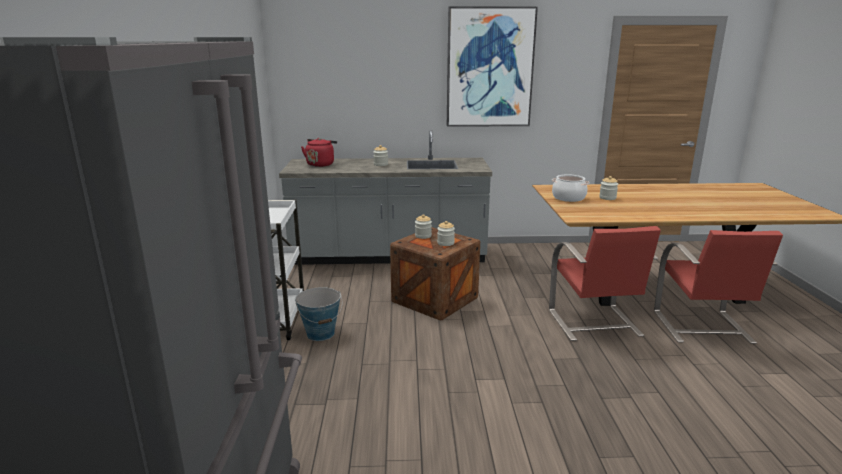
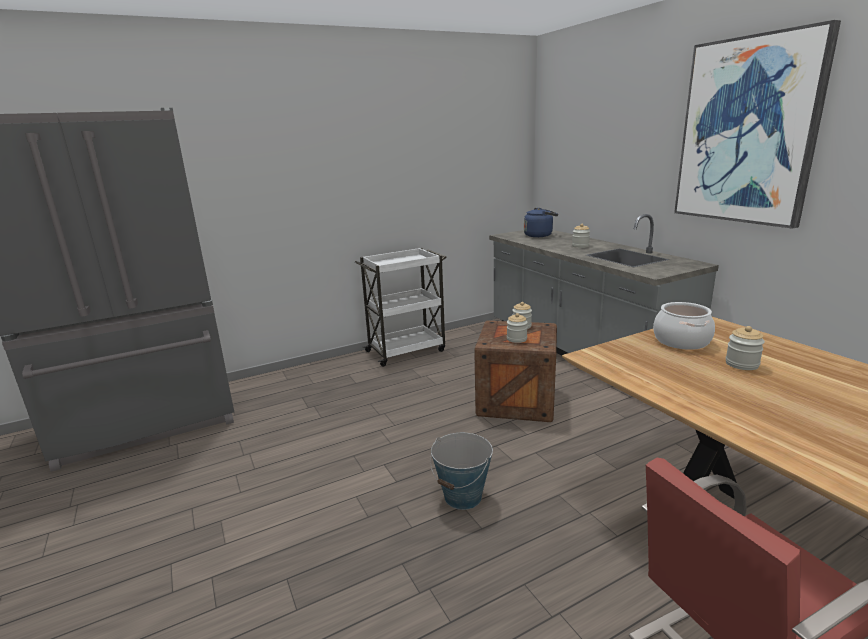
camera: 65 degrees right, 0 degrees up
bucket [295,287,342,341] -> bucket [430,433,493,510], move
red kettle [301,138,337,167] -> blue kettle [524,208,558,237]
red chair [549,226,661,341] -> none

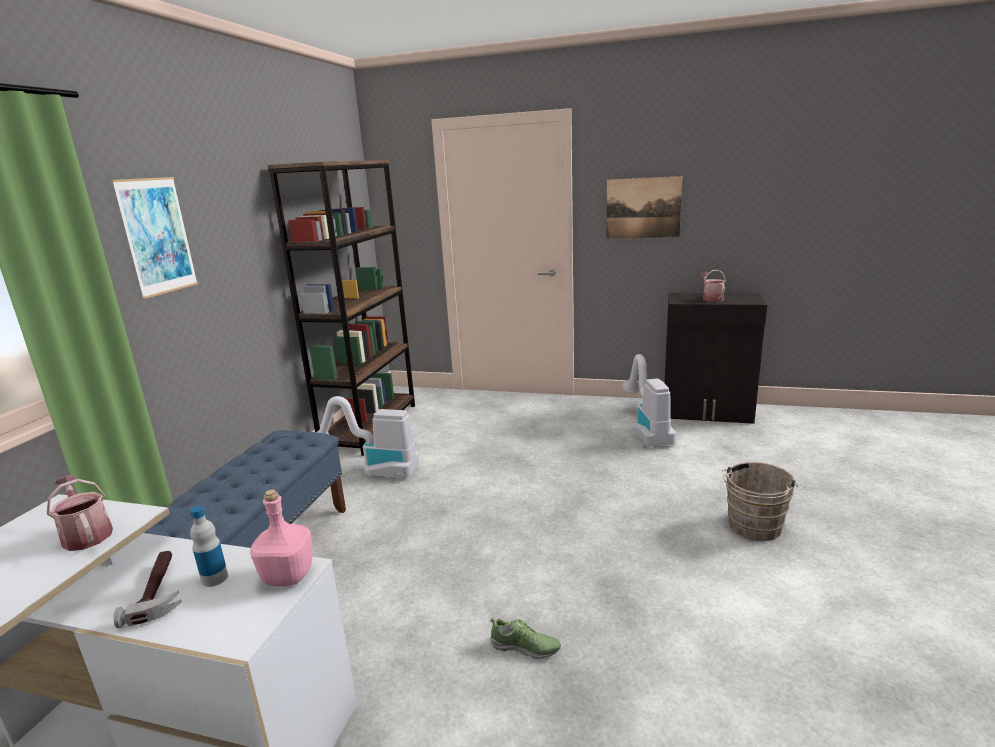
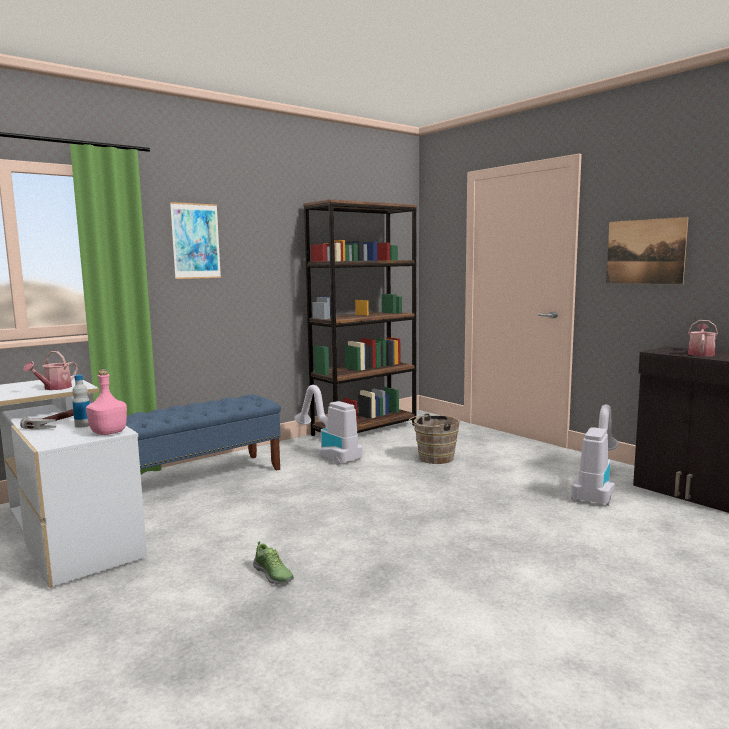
camera: 35 degrees right, 10 degrees down
watering can [47,475,113,551] -> watering can [23,351,78,390], 150 degrees counterclockwise
brown bucket [722,462,798,541] -> brown bucket [409,413,460,464], move

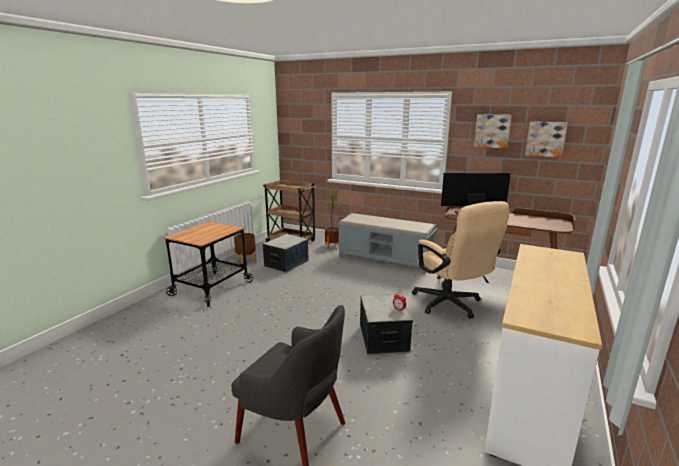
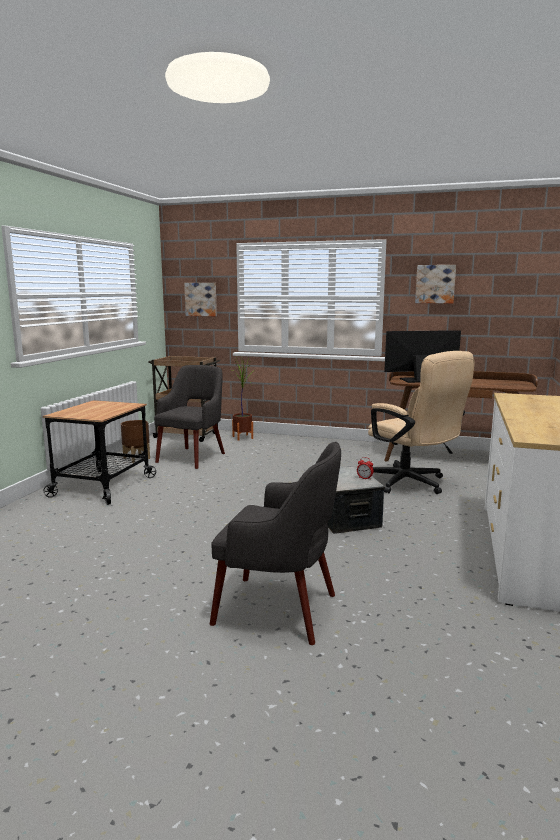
camera: 10 degrees left, 5 degrees down
storage box [262,234,309,273] -> grey armchair [154,365,225,469]
picture [525,122,568,158] -> picture [184,283,217,316], move
grey bench [338,213,437,274] -> none

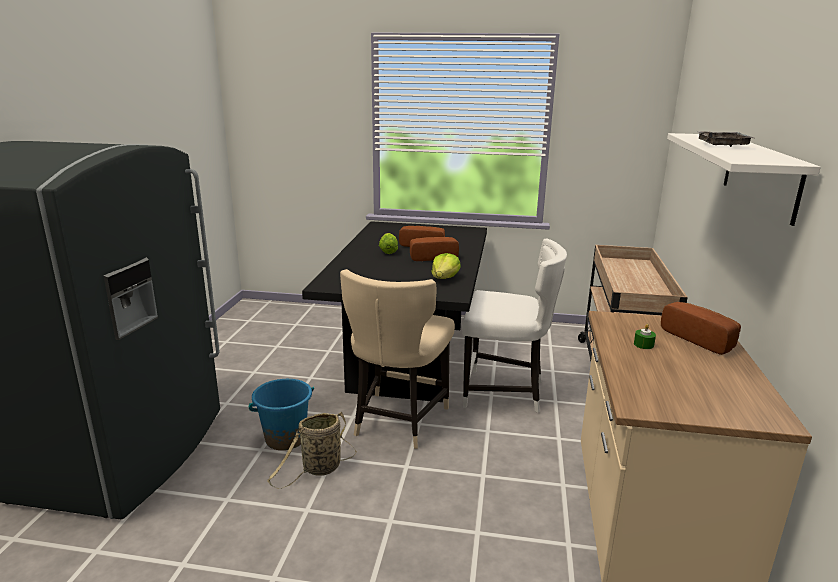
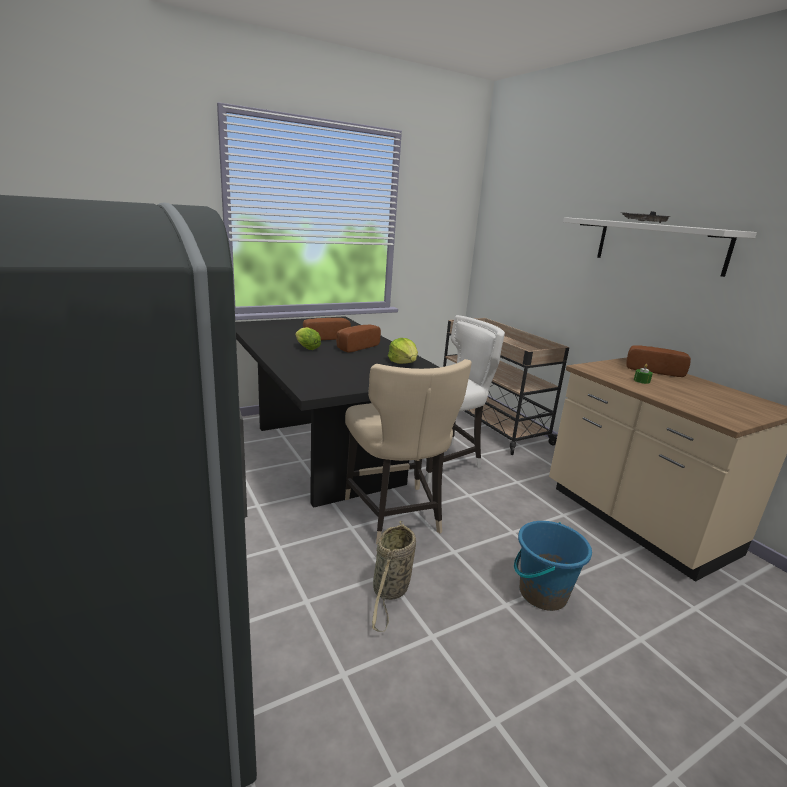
camera: 40 degrees left, 0 degrees up
blue bucket [249,379,314,450] -> blue bucket [514,521,592,611], move

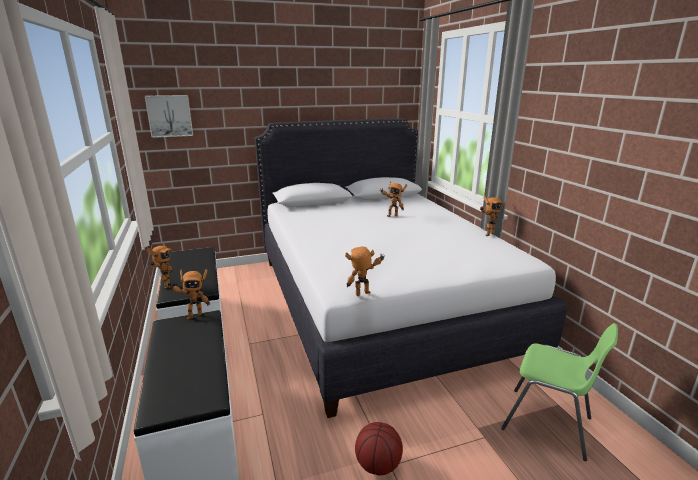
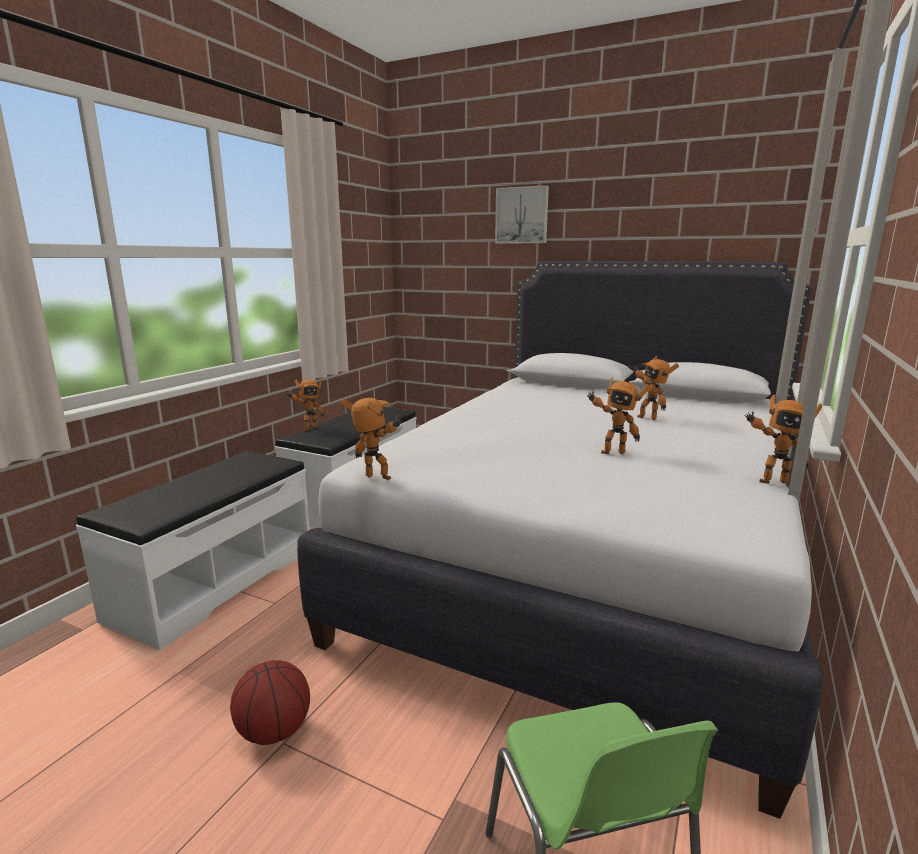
camera: 45 degrees right, 5 degrees down
picture [145,95,193,138] -> picture [495,185,549,244], move
toy robot [168,269,210,320] -> toy robot [587,377,650,454], move

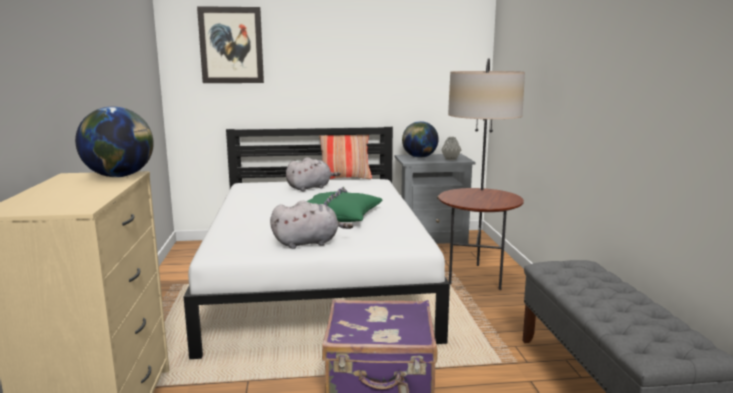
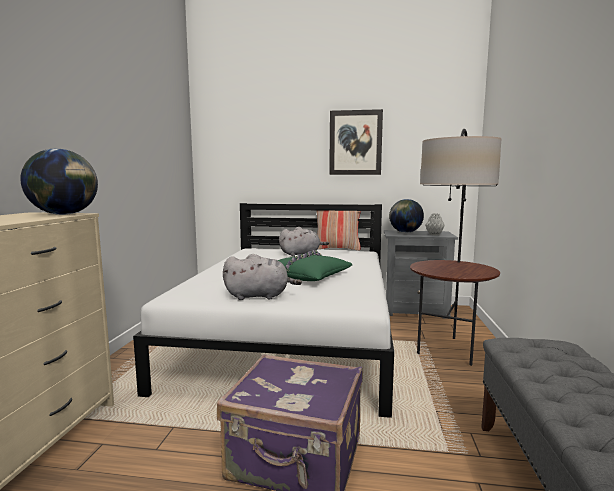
camera: 15 degrees right, 5 degrees down
picture [197,6,264,83] -> picture [329,109,383,175], move

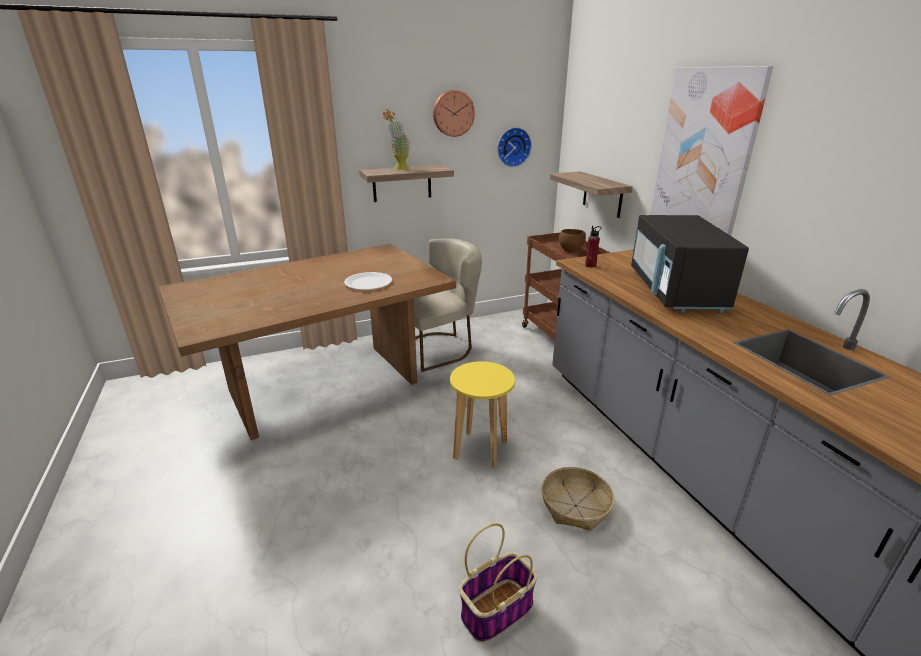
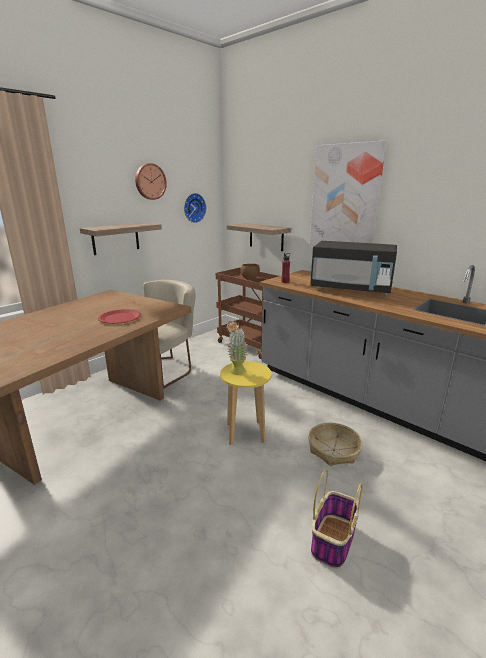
camera: 25 degrees left, 5 degrees down
white plate [344,272,392,290] -> red plate [98,309,141,324]
potted plant [383,110,410,170] -> potted plant [226,320,248,375], move
black microwave [631,215,749,313] -> black microwave [310,241,397,295], 45 degrees counterclockwise

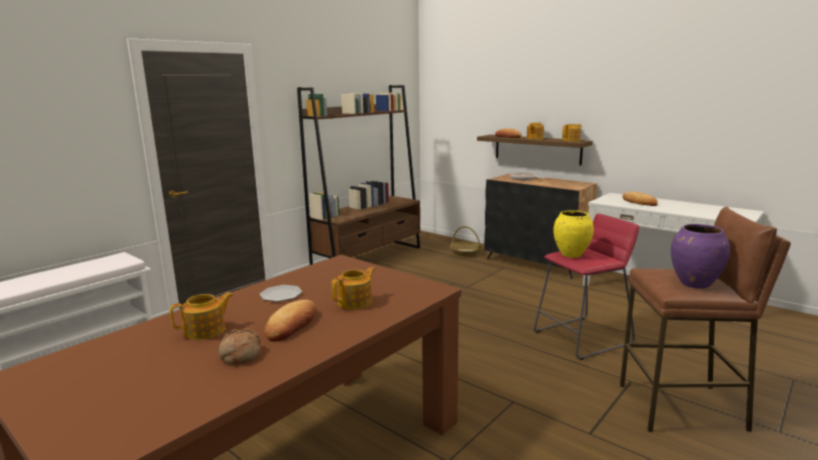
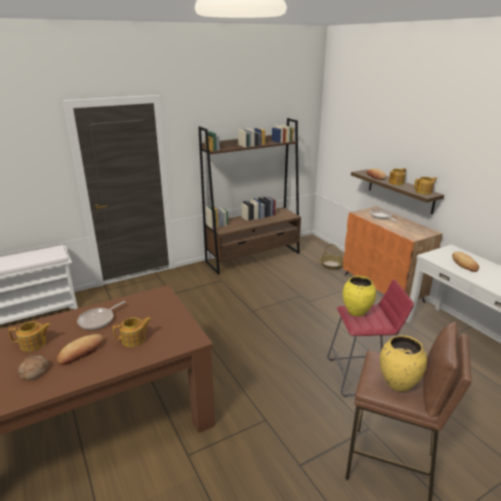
camera: 20 degrees right, 10 degrees up
plate [260,285,302,302] -> frying pan [77,301,125,330]
black cabinet [484,174,597,279] -> orange cabinet [343,206,442,303]
purple vase [671,224,730,289] -> yellow vase [380,335,427,392]

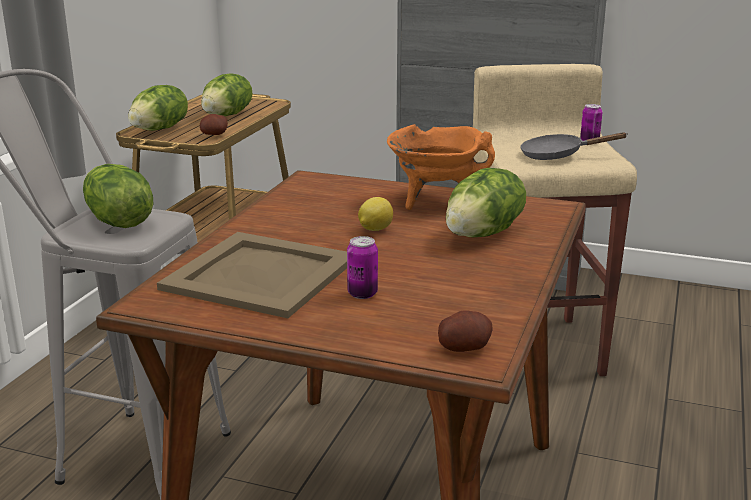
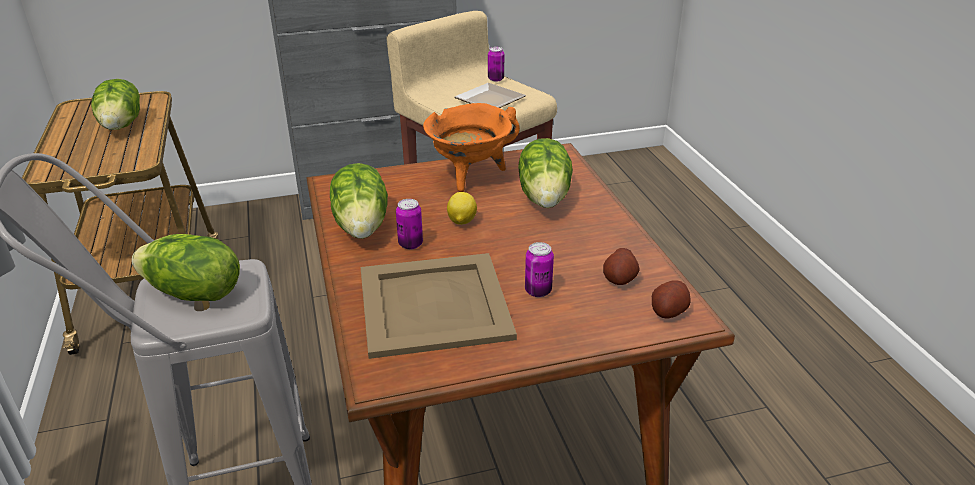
camera: 35 degrees left, 10 degrees up
lettuce [128,85,188,131] -> lettuce [330,163,388,239], move
none -> can [396,199,423,249]
grey frying pan [521,132,628,160] -> plate [455,83,526,108]
potato [200,114,228,135] -> potato [603,248,640,285], move

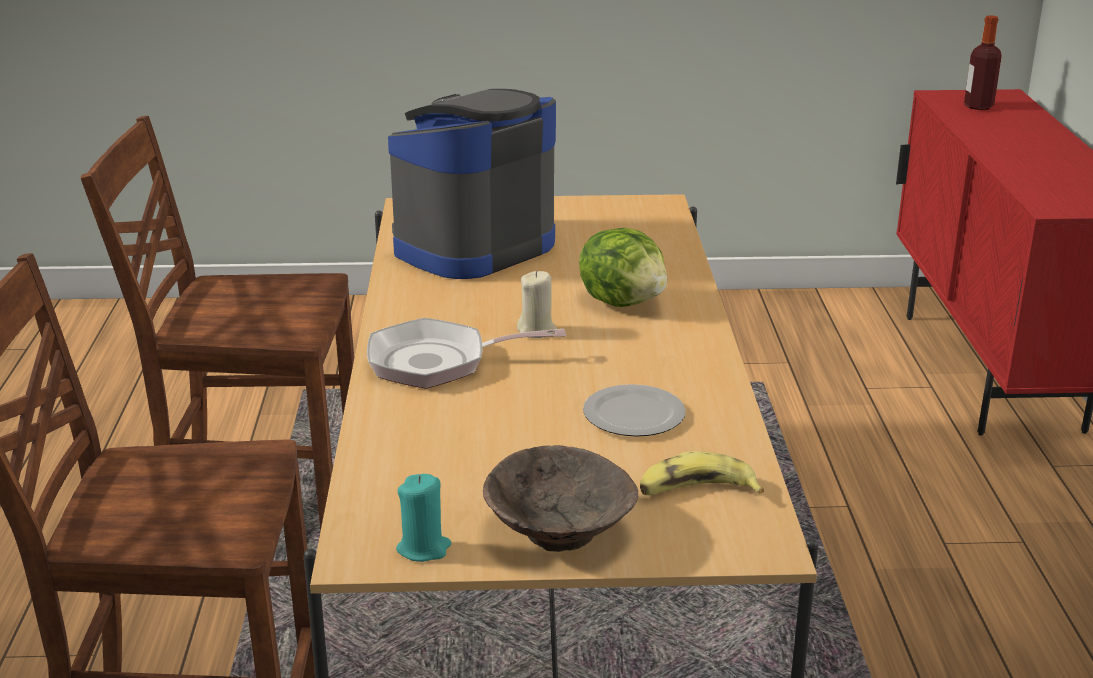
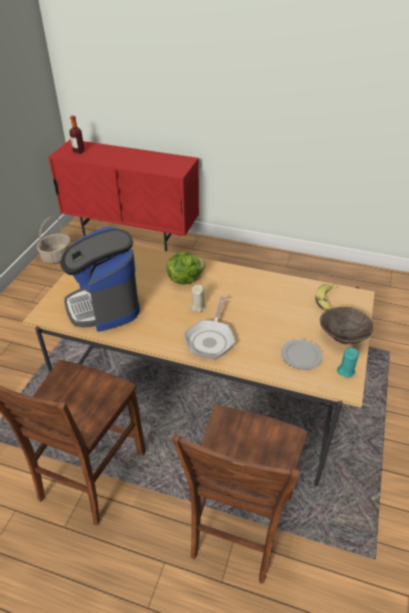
camera: 70 degrees left, 15 degrees up
none -> basket [37,216,71,264]
plate [583,384,686,437] -> plate [281,339,323,370], move

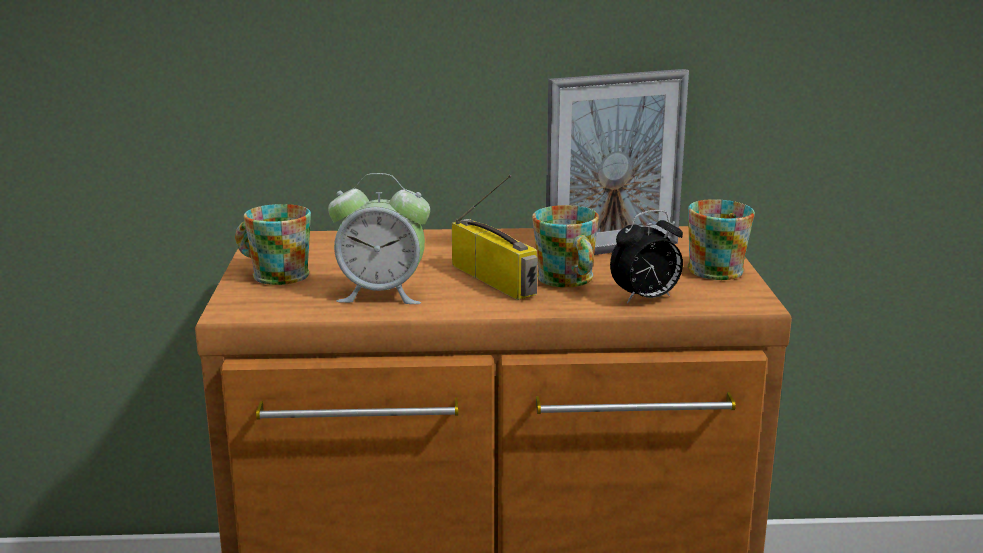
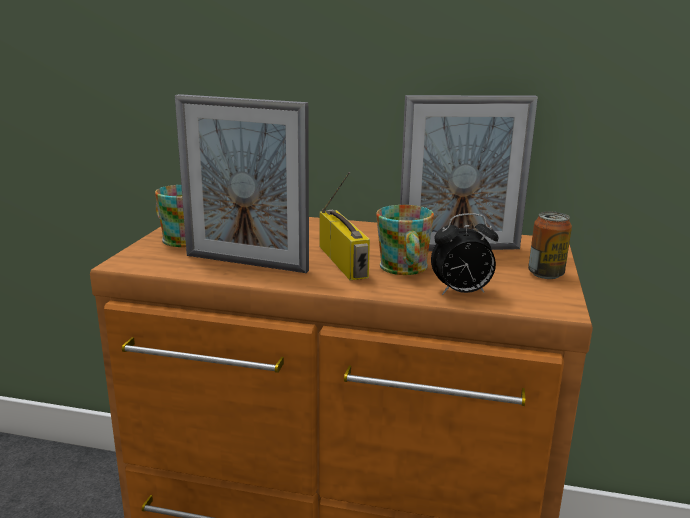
camera: 15 degrees right, 0 degrees up
alarm clock [328,173,430,304] -> picture frame [175,94,309,273]
mug [688,199,755,280] -> can [528,211,572,279]

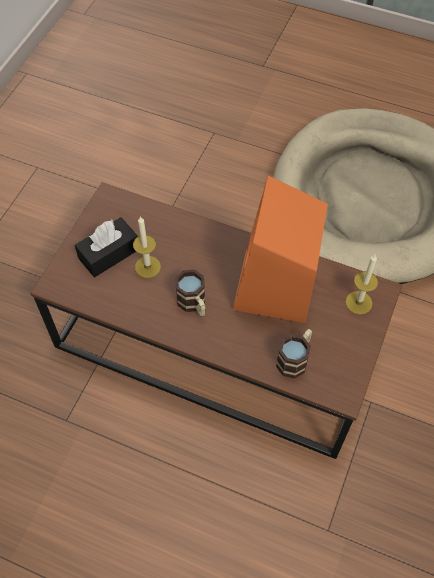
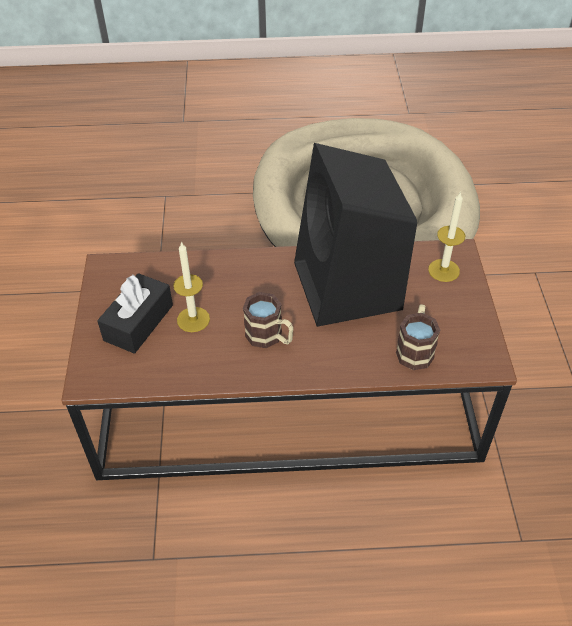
camera: 25 degrees left, 10 degrees down
orange speaker [233,175,328,323] -> black speaker [294,143,417,327]

